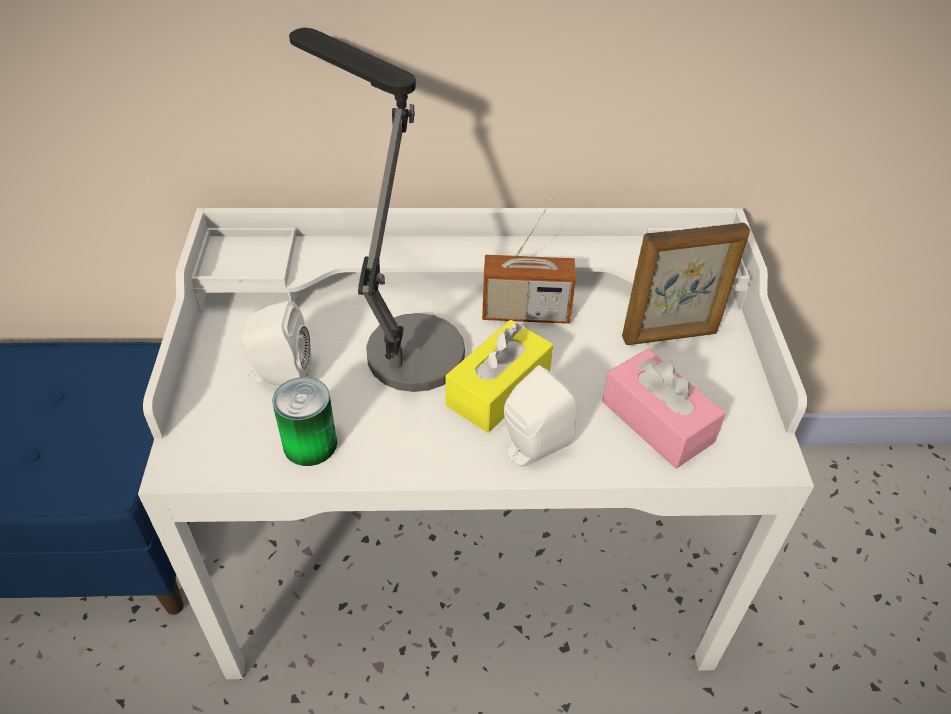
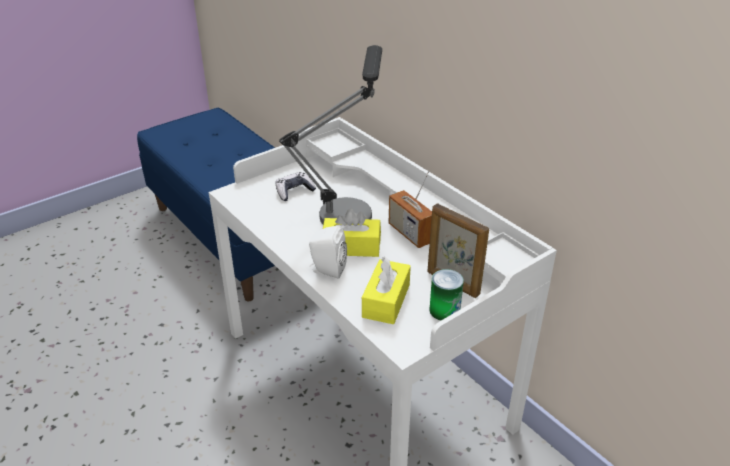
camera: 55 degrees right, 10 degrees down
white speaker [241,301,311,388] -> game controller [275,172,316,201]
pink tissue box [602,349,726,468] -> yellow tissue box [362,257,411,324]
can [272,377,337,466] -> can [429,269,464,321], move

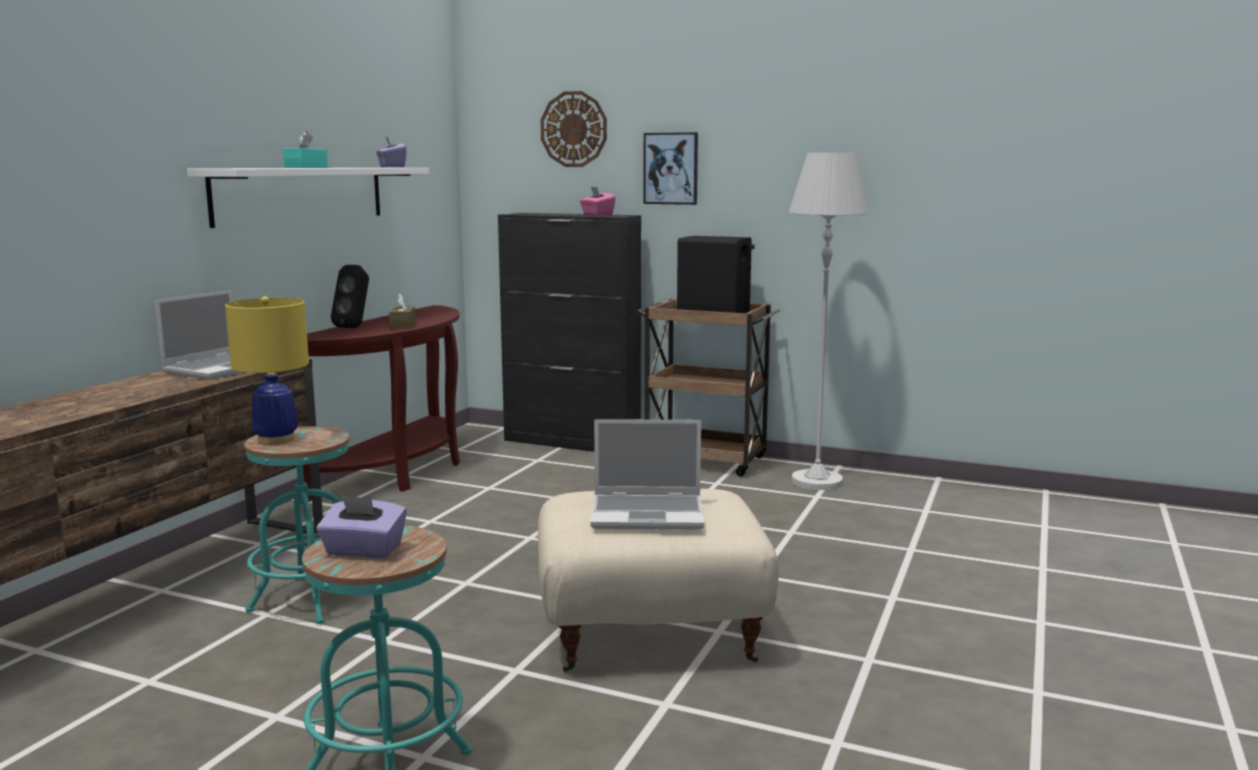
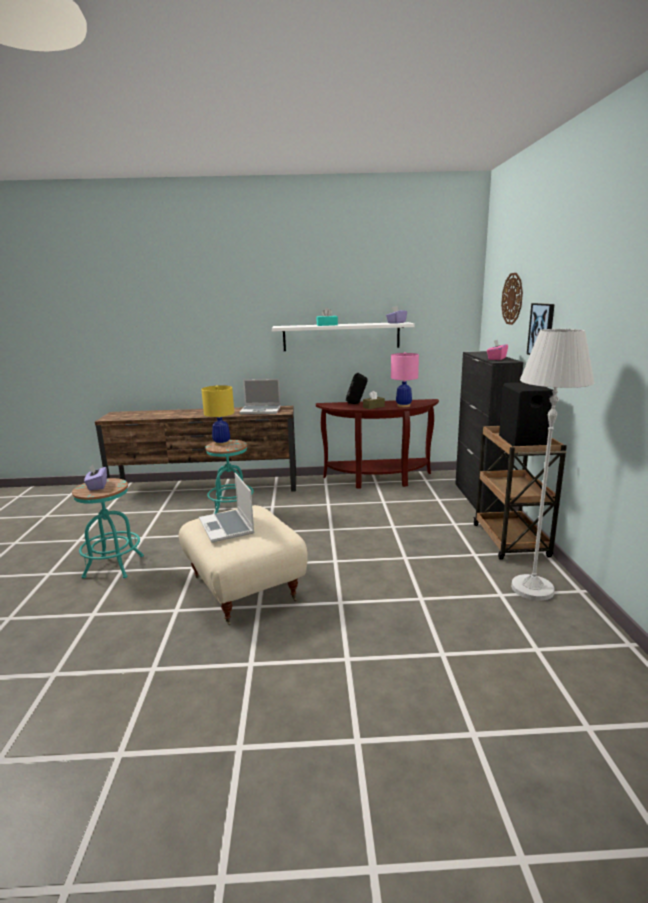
camera: 65 degrees right, 5 degrees up
none -> pink table lamp [391,352,419,407]

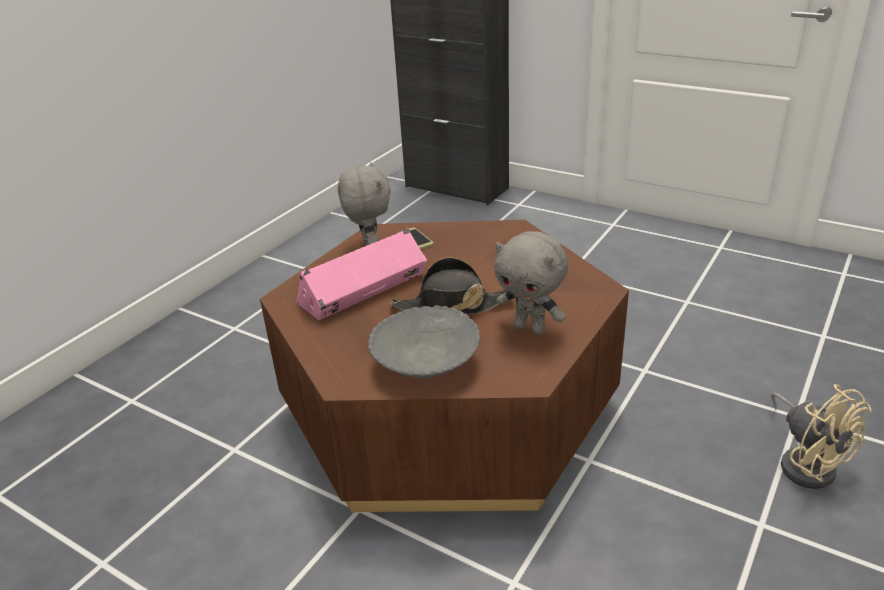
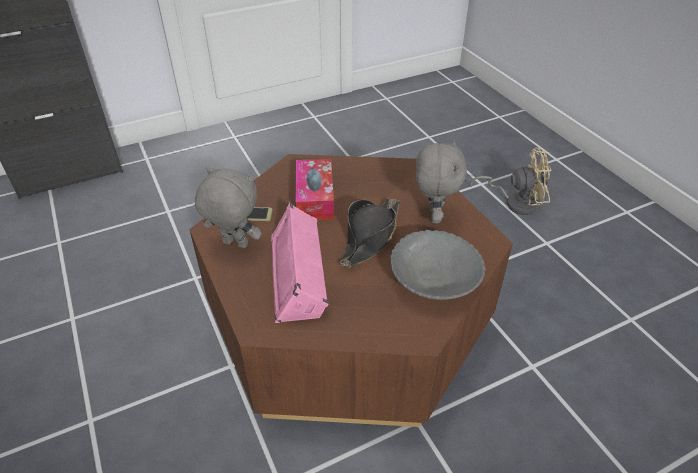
camera: 60 degrees left, 10 degrees up
none -> tissue box [295,159,334,220]
grey plush toy [494,231,568,335] -> grey plush toy [416,139,467,224], 60 degrees counterclockwise

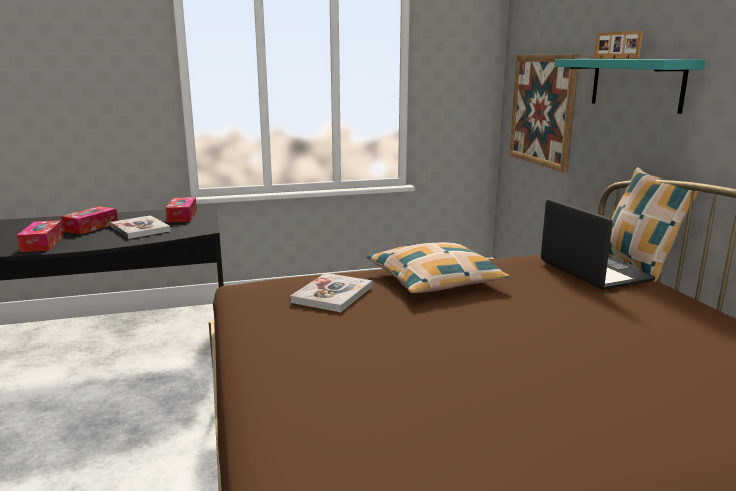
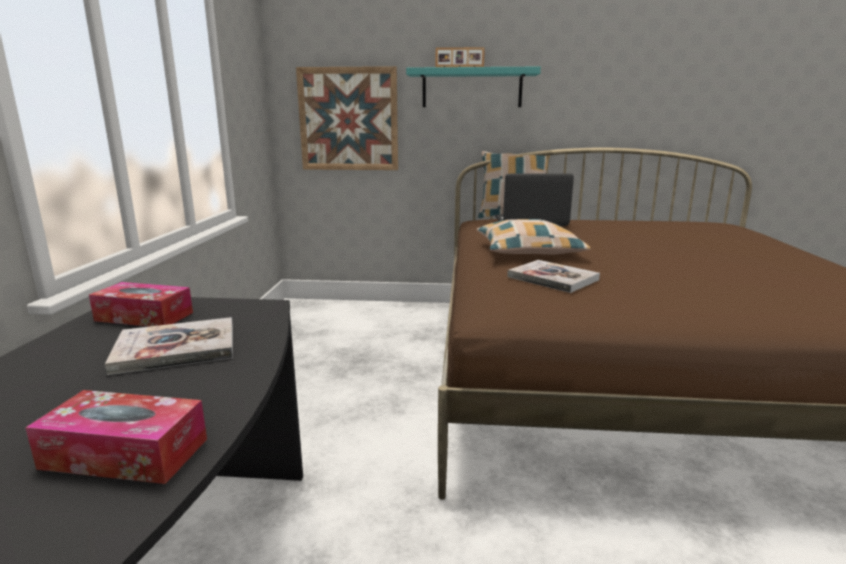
camera: 70 degrees left, 0 degrees up
tissue box [61,206,118,235] -> none

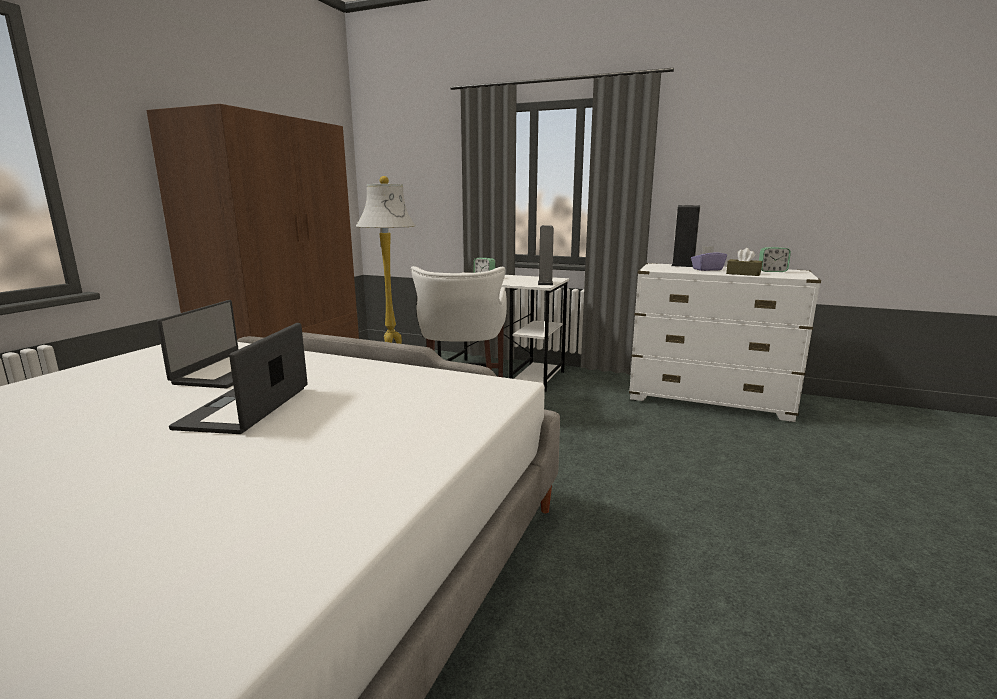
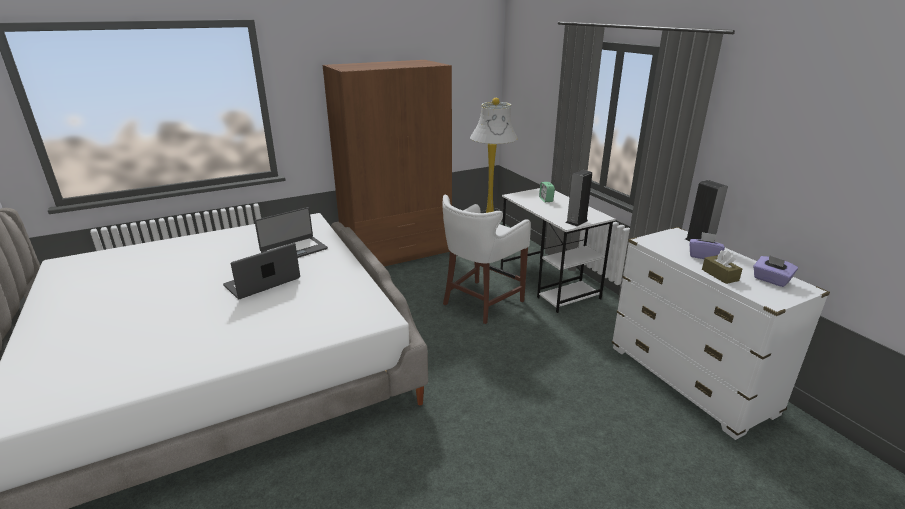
camera: 40 degrees right, 10 degrees up
alarm clock [759,247,791,272] -> purple tissue box [753,255,798,287]

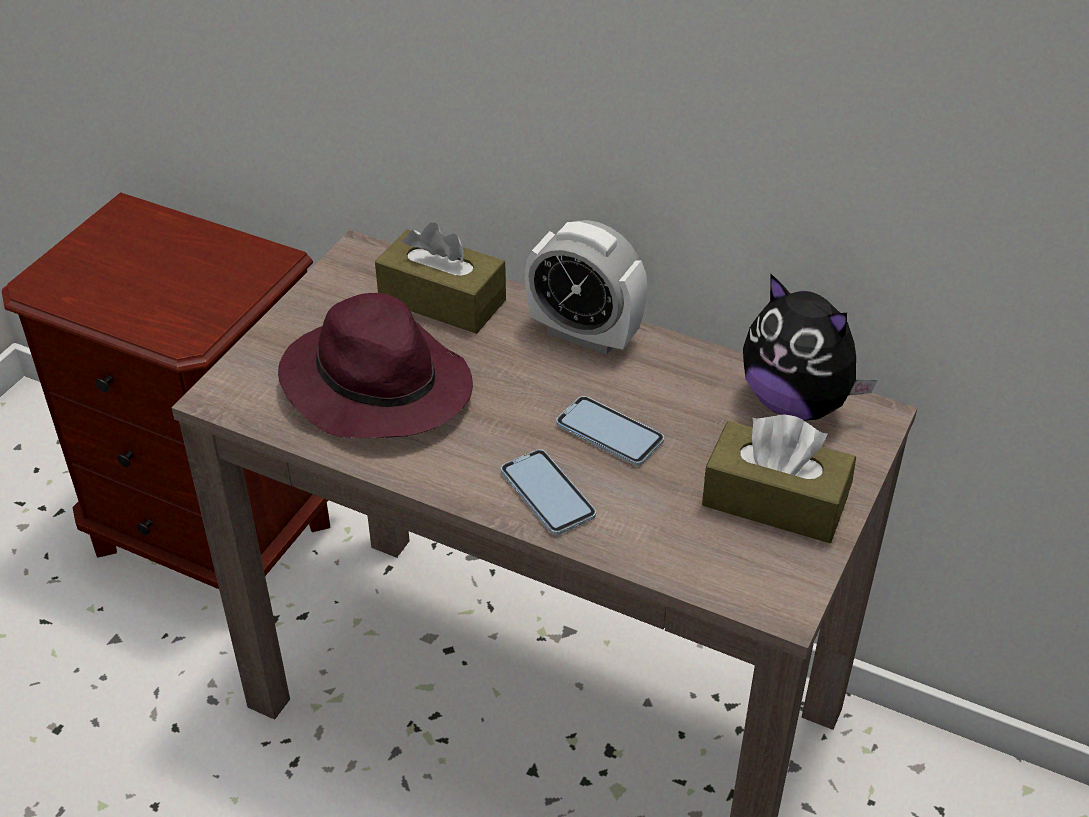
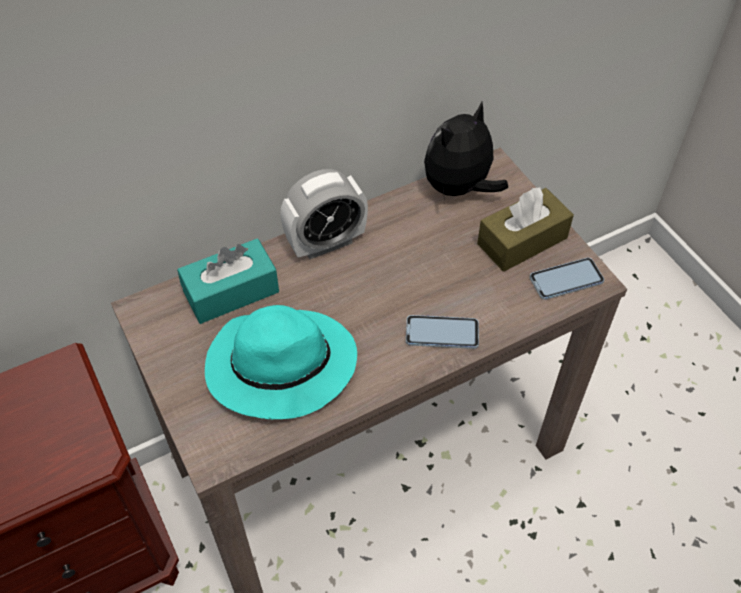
camera: 55 degrees left, 10 degrees up
brown tissue box [375,223,506,334] -> turquoise tissue box [177,238,279,324]
purple hat [278,293,473,439] -> turquoise hat [205,305,357,419]
plush toy [743,273,877,421] -> plush toy [424,102,508,201], 150 degrees clockwise
phone [556,396,664,466] -> phone [530,258,604,300], move

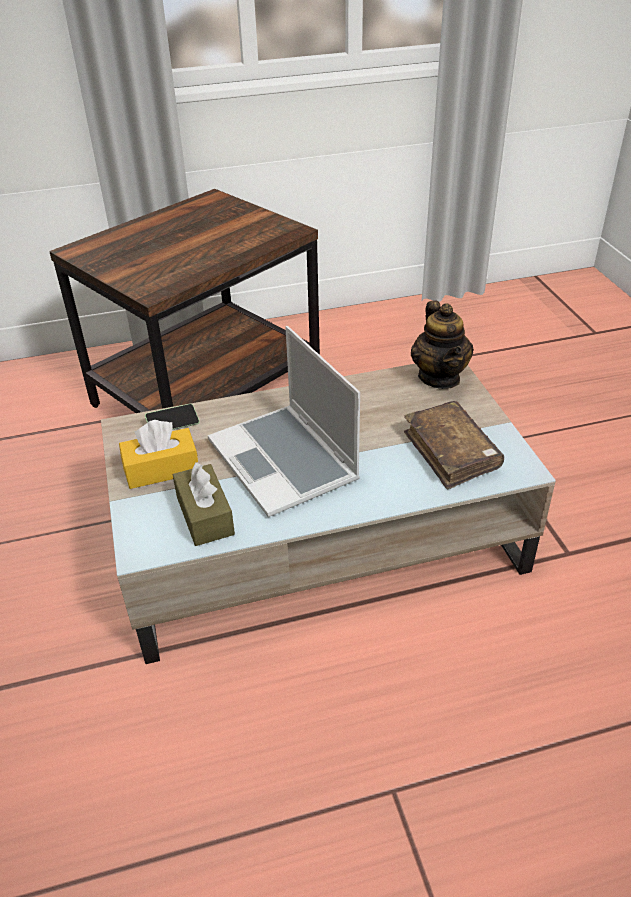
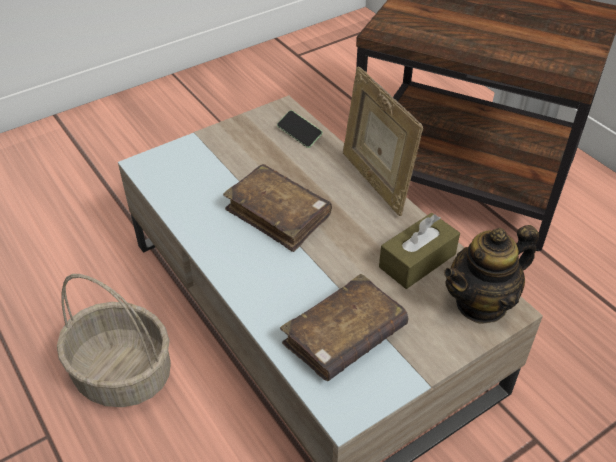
camera: 70 degrees right, 5 degrees up
none -> basket [57,274,171,407]
laptop [208,326,360,517] -> brown book [223,164,332,252]
none -> picture frame [343,66,423,216]
brown tissue box [173,462,235,546] -> brown tissue box [379,213,460,289], move
yellow tissue box [119,420,198,489] -> none

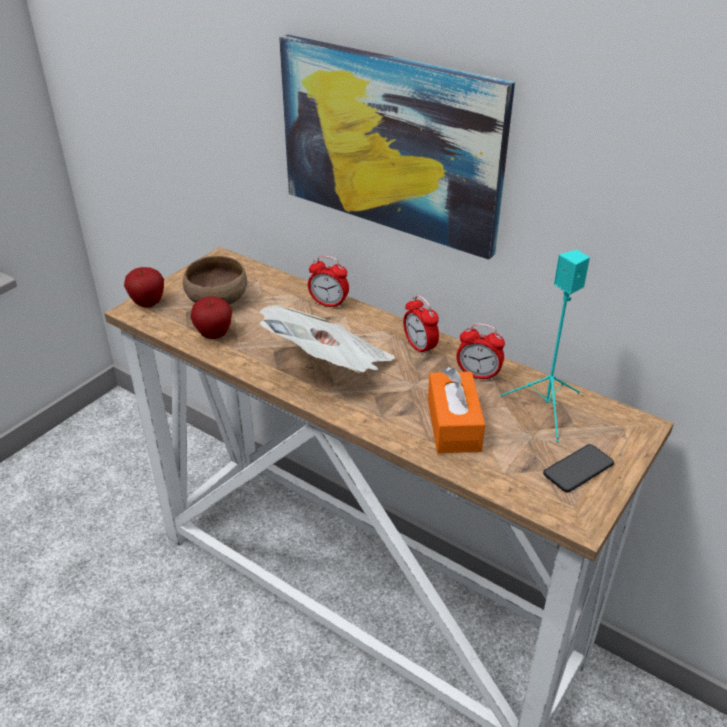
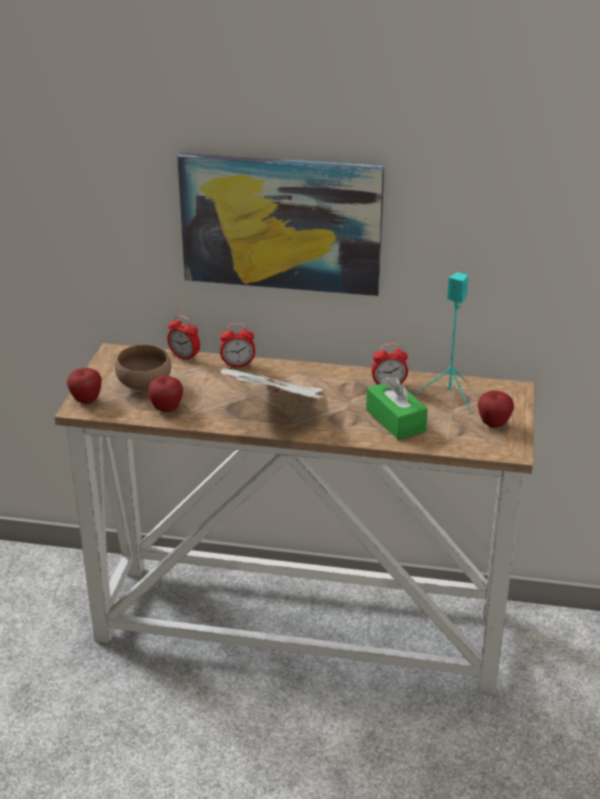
camera: 25 degrees left, 5 degrees down
alarm clock [403,295,439,356] -> alarm clock [167,315,200,362], move
orange tissue box [428,367,485,453] -> green tissue box [366,375,428,440]
phone [543,444,614,492] -> apple [478,391,514,428]

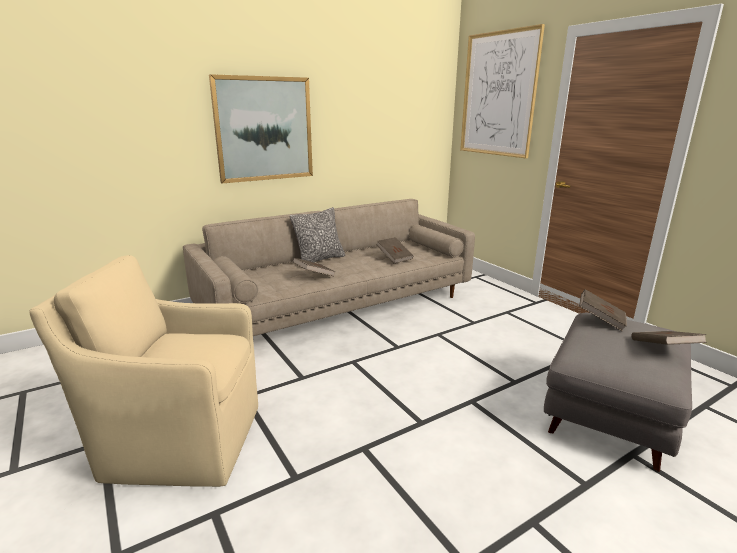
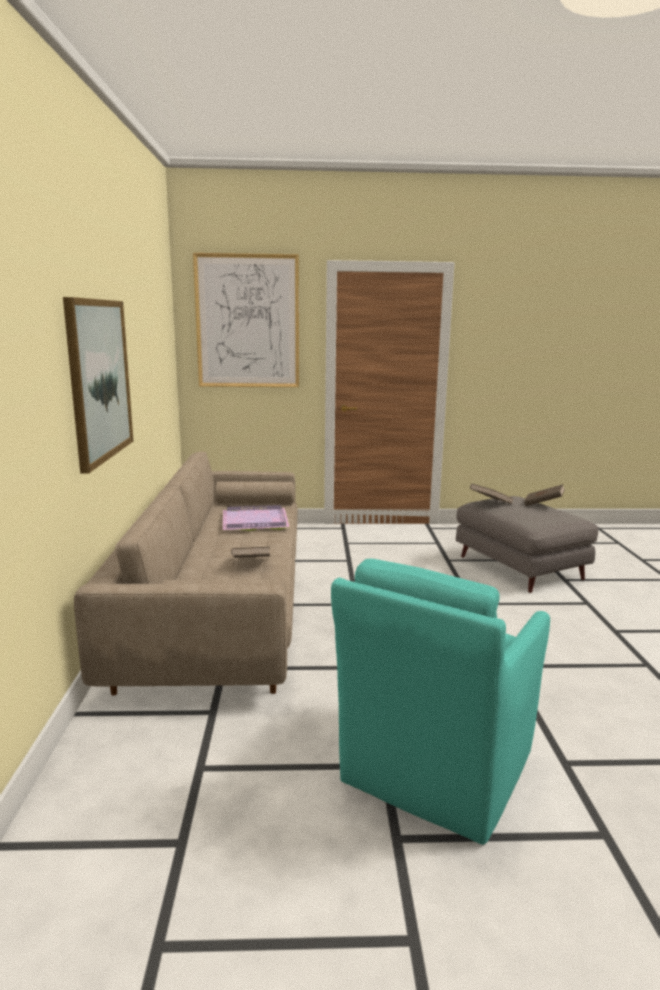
camera: 60 degrees left, 5 degrees down
brown book [376,237,414,263] -> purple tray [223,505,290,531]
beige armchair [29,255,258,487] -> turquoise armchair [331,559,550,845]
pillow [290,207,345,262] -> none

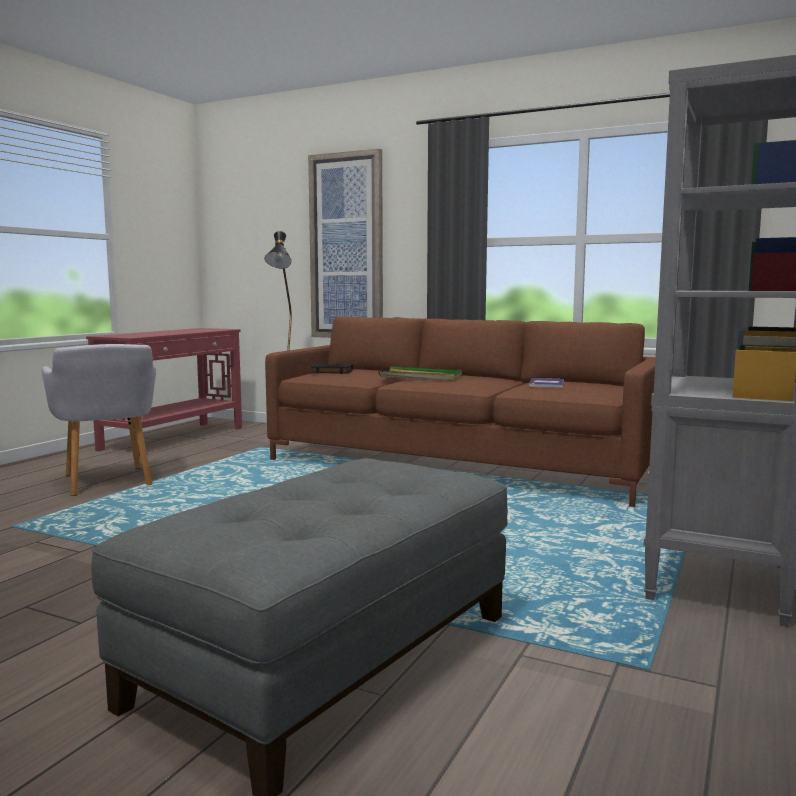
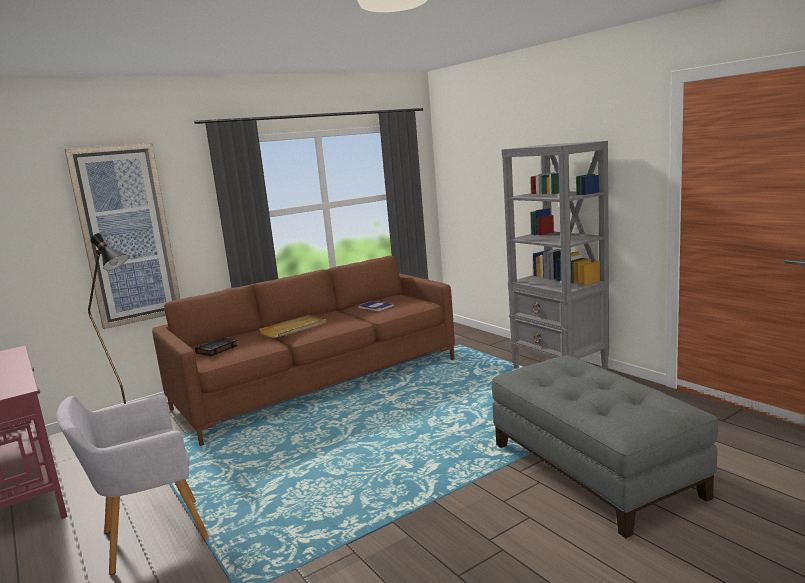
camera: 60 degrees left, 5 degrees up
grey armchair [42,344,156,496] -> grey armchair [56,395,209,575], 150 degrees clockwise
green tray [378,366,462,381] -> beige tray [259,315,326,338]

